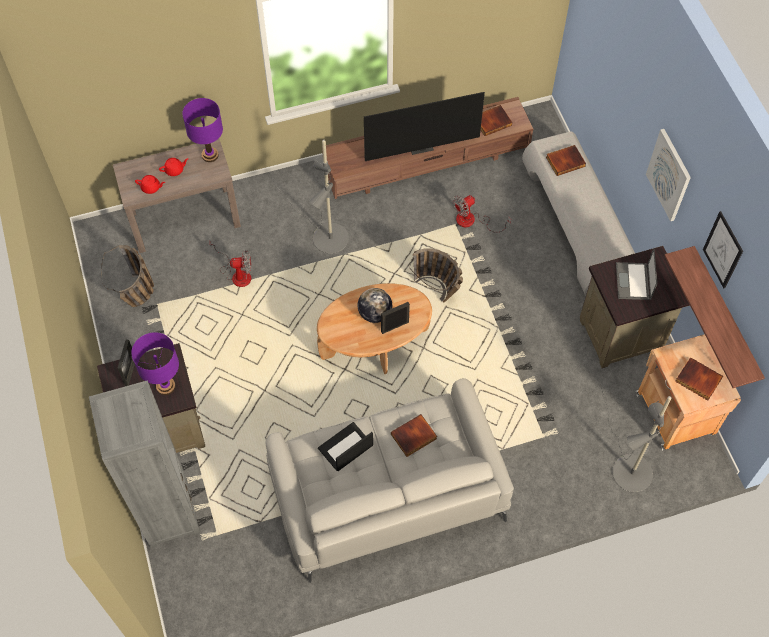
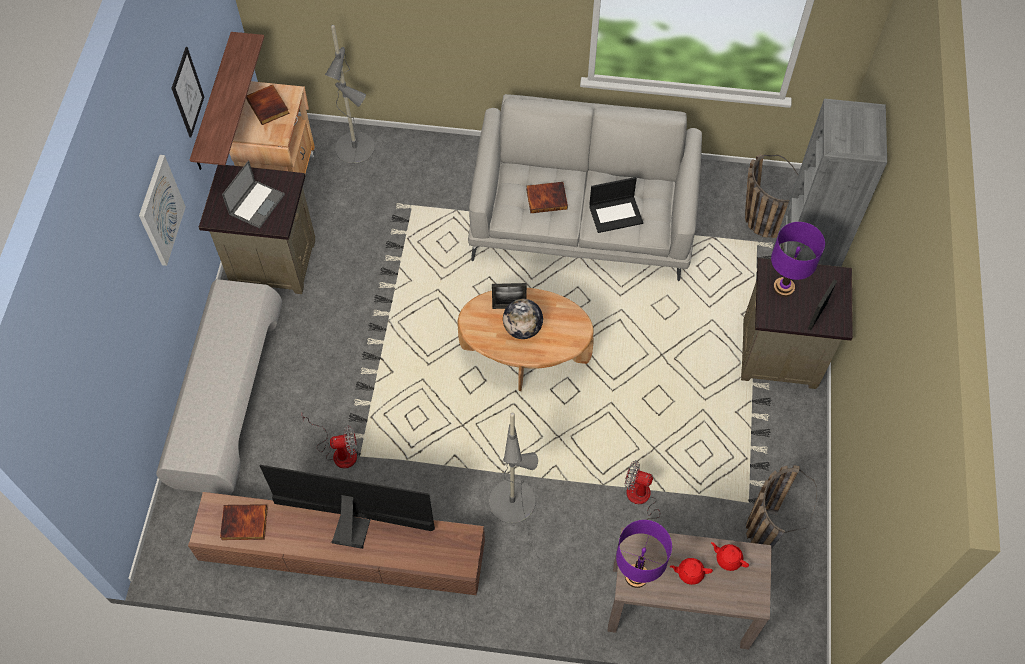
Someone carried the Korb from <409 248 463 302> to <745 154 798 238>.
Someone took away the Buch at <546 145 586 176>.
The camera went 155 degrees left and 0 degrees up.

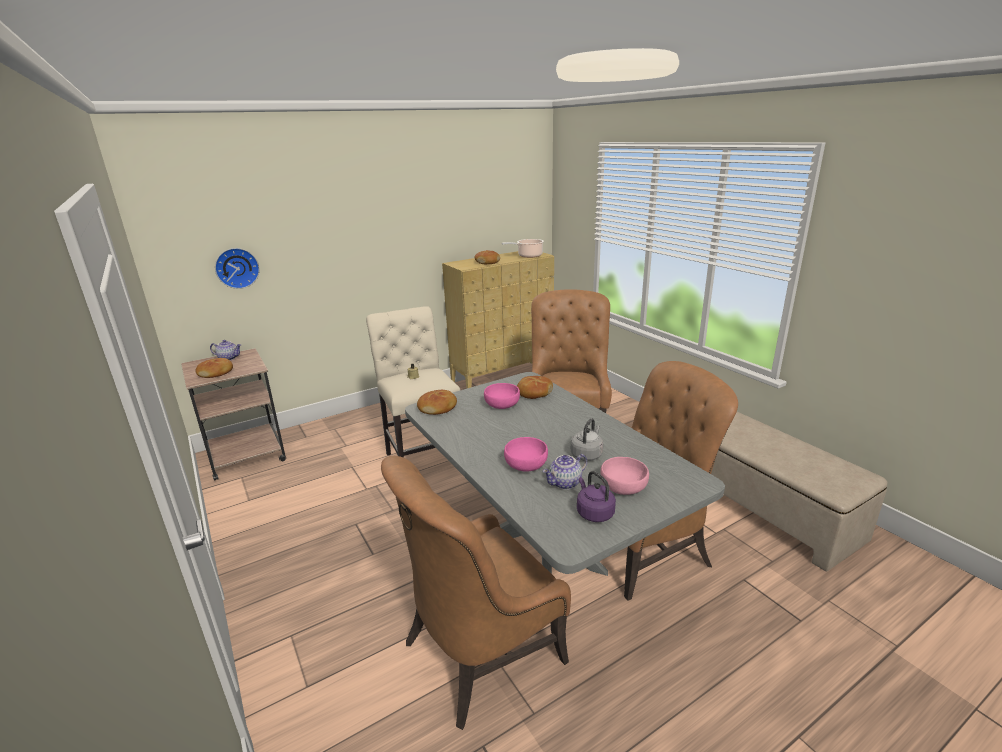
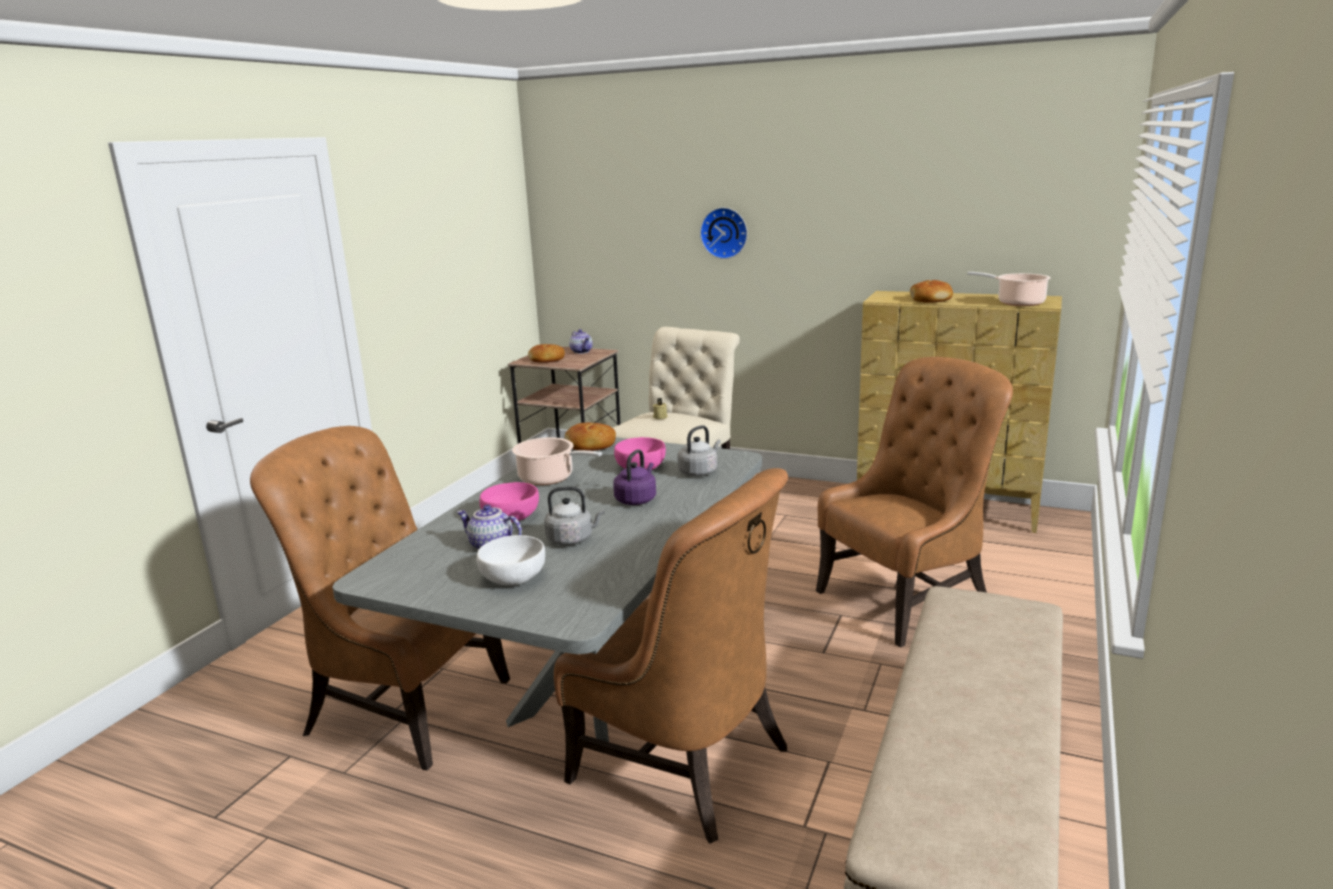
Someone carried the Wanduhr from <215 248 260 289> to <700 207 748 259>.
Someone swapped the Brot at <517 376 553 399> for the Wasserkessel (grau) at <677 425 721 476>.
Someone carried the Wasserkessel (lila) from <577 471 616 522> to <613 449 656 505>.
Someone repainted the Schüssel (rosa) at <600 457 649 495>, which became the Schüssel (weiß) at <476 535 545 585>.
Someone put down the Kochtopf at <512 437 602 485>.
The camera went 55 degrees right and 5 degrees down.

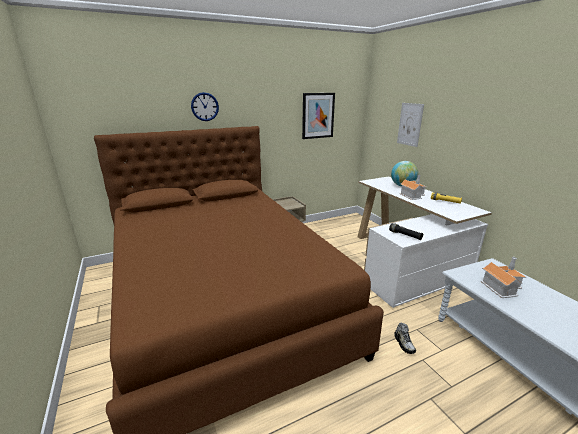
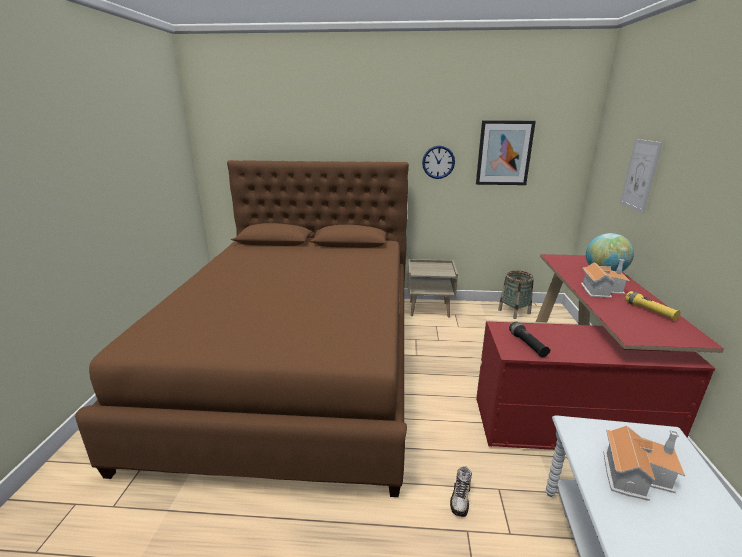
Someone carried the Wanduhr from <191 92 219 121> to <422 145 455 179>.
Someone repainted the Schreibtisch (weiß) at <358 176 492 308>, which became the Schreibtisch (rot) at <476 254 724 450>.
Someone put down the Korb at <498 271 534 319>.
The camera went 30 degrees right and 0 degrees up.

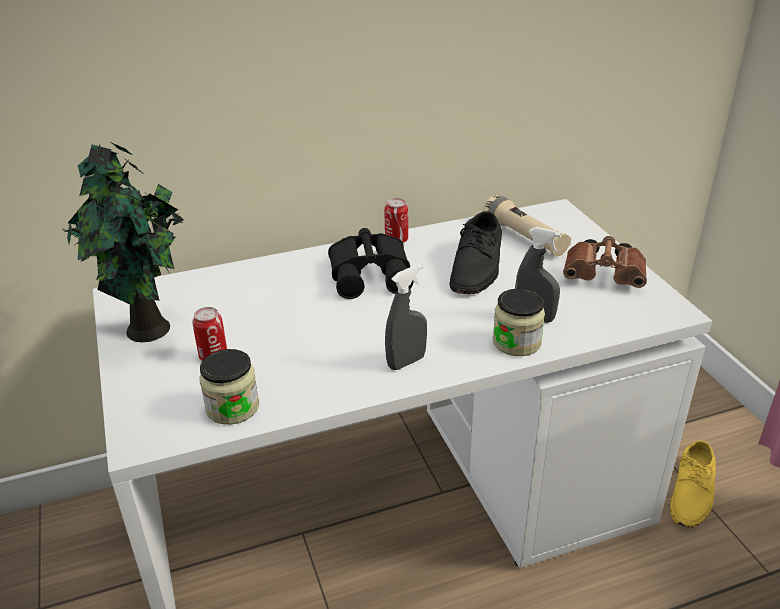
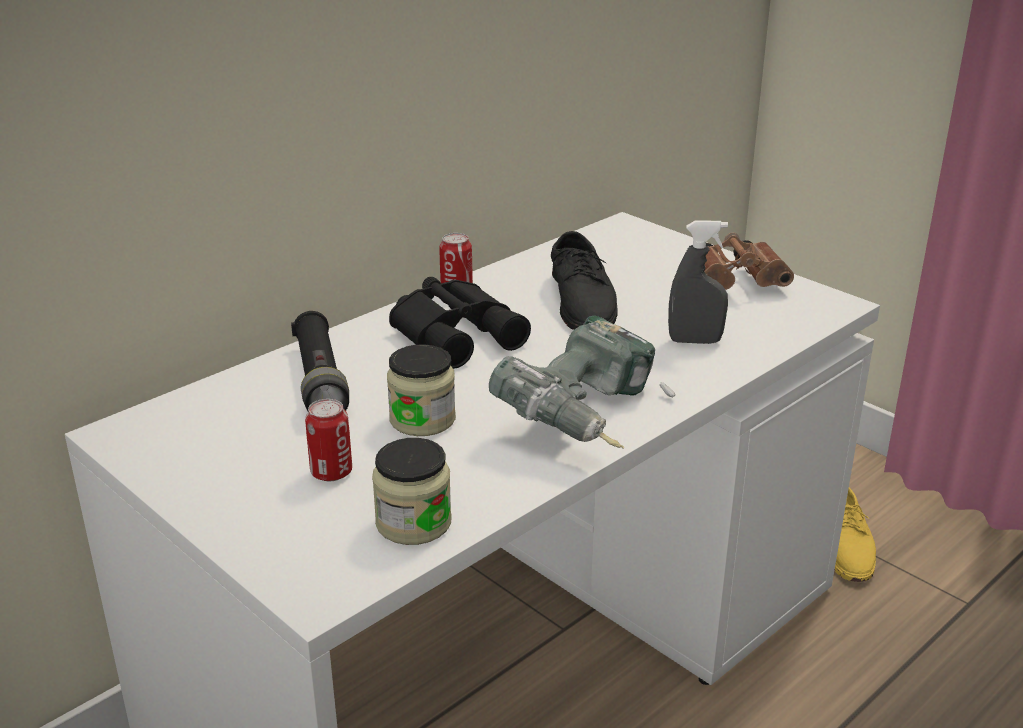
Someone took away the Topfpflanze at <61 143 184 342>.
Someone swapped the Sprühflasche (grau) at <385 264 427 370> for the Bohrmaschine at <489 316 675 449>.
Someone took away the Taschenlampe (beige) at <483 195 572 256>.
Someone carried the Vorratsglas from <493 289 545 356> to <387 344 456 436>.
Someone put down the Taschenlampe (schwarz) at <291 311 349 411>.
The camera went 25 degrees left and 5 degrees down.

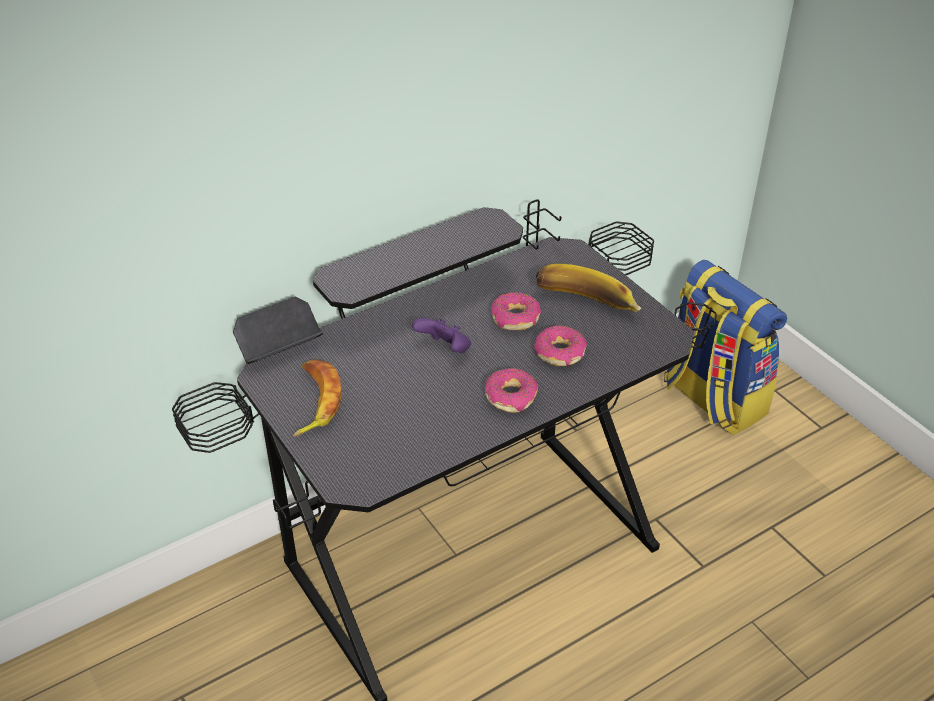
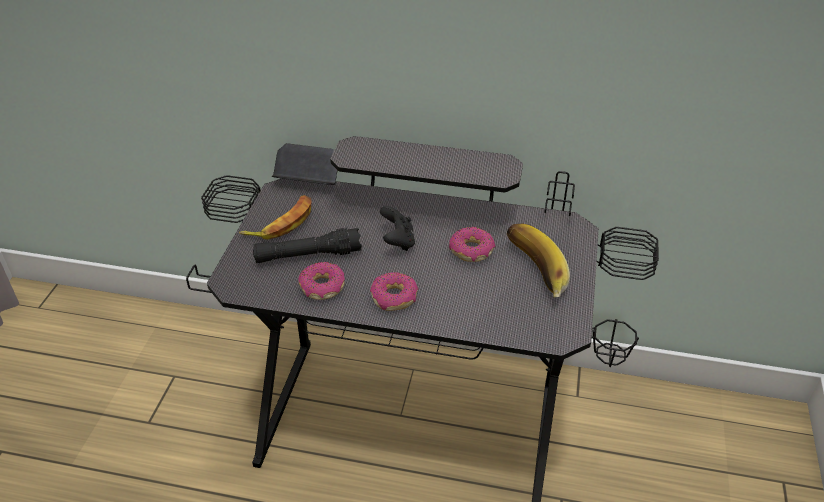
Someone repainted the Gamepad (lila) at <412 318 471 353>, which became the Gamepad (schwarz) at <380 206 415 251>.
Someone carried the Donut from <534 325 587 366> to <298 262 345 300>.
Someone took away the Rucksack at <664 260 787 435>.
Someone put down the Taschenlampe (schwarz) at <253 228 362 263>.
The camera went 45 degrees right and 0 degrees up.

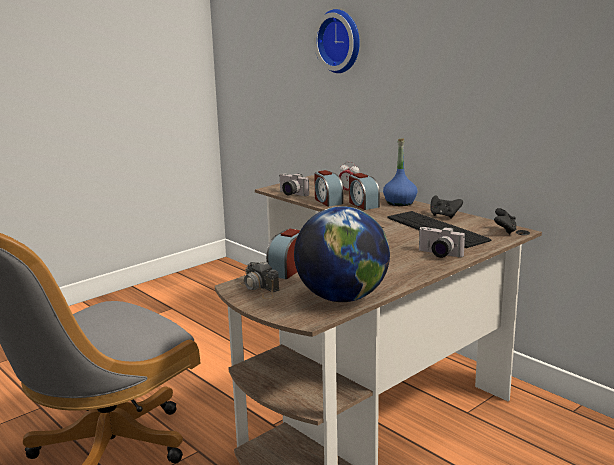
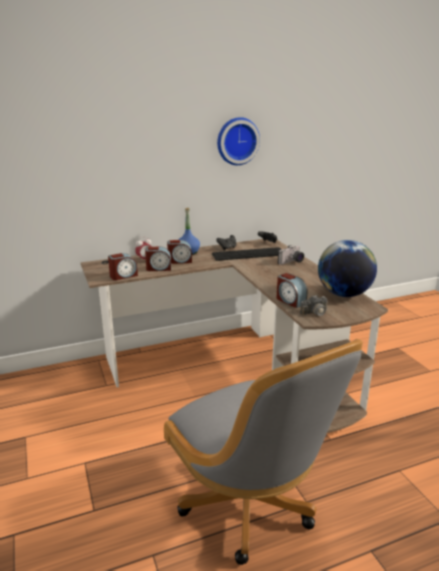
Someone swapped the Kamera at <280 173 309 196> for the Wecker at <108 253 138 280>.
Someone carried the Wanduhr from <314 9 360 73> to <217 117 260 165>.
The camera went 70 degrees left and 5 degrees up.

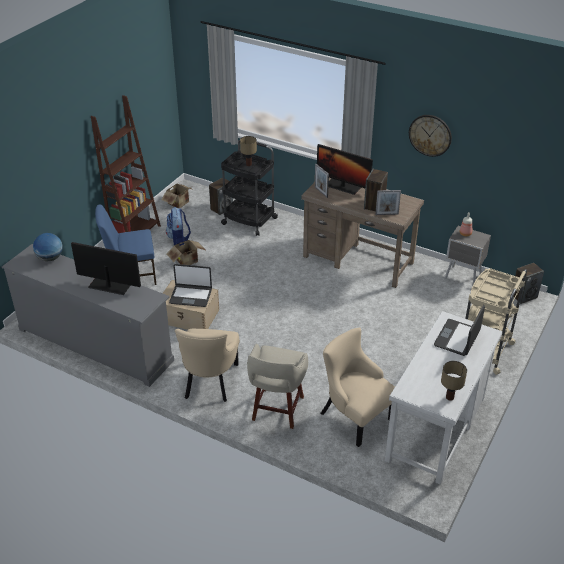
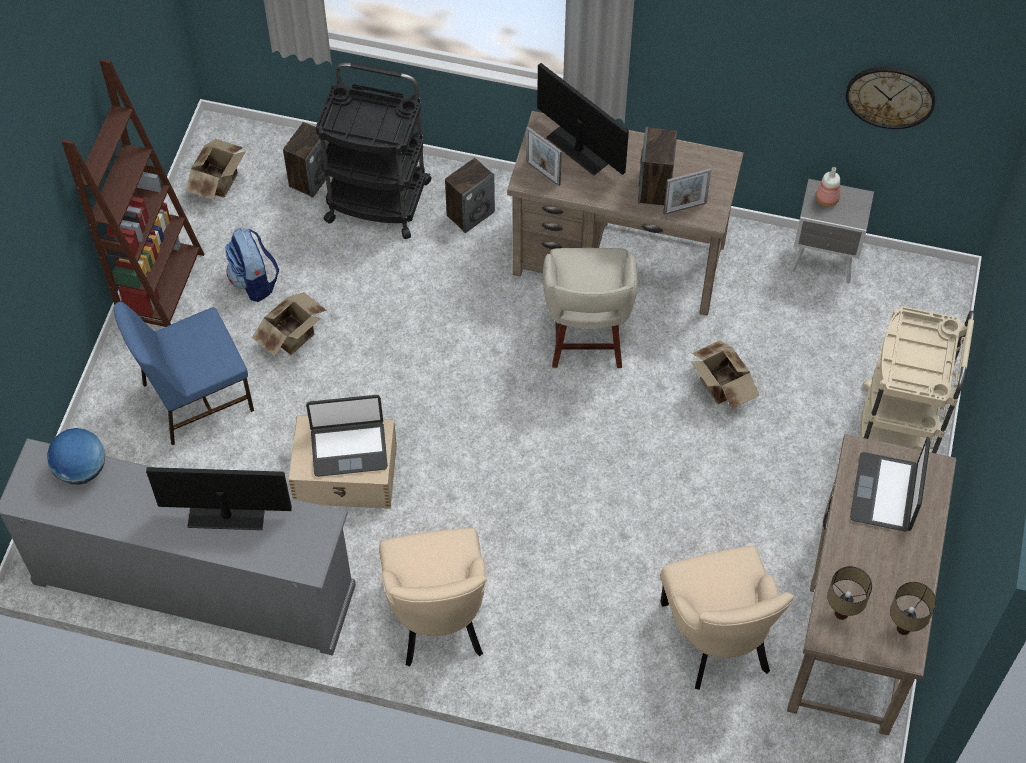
Someone carried the Tischlampe from <240 136 257 166> to <827 566 872 620>.
Someone carried the Hocker (beige) from <247 344 308 429> to <543 248 638 368>.
Someone rotated the Monitor at <317 144 373 195> by 150 degrees counterclockwise.
Someone rotated the Stuhl (beige) at <320 327 395 447> by 135 degrees counterclockwise.
Someone repainted the Schreibtisch (weiß) at <385 311 502 485>, which became the Schreibtisch (braun) at <787 434 956 735>.
Someone carried the Wanduhr from <409 115 452 157> to <846 67 935 129>.
Someone carried the Lautsprecher from <513 263 544 304> to <445 158 495 233>.
Someone put down the Karton at <690 340 759 409>.
The camera went 15 degrees left and 20 degrees up.

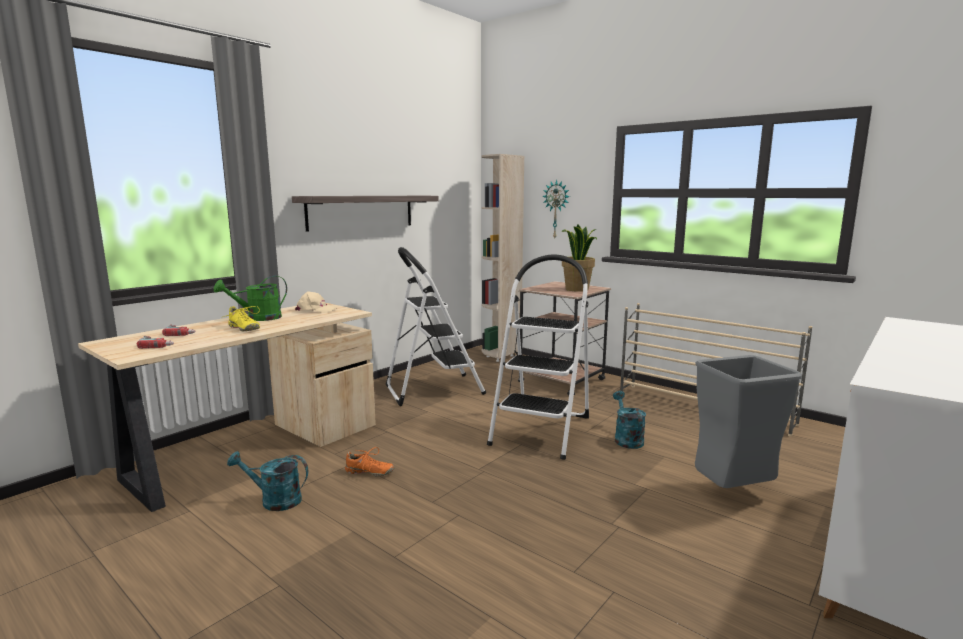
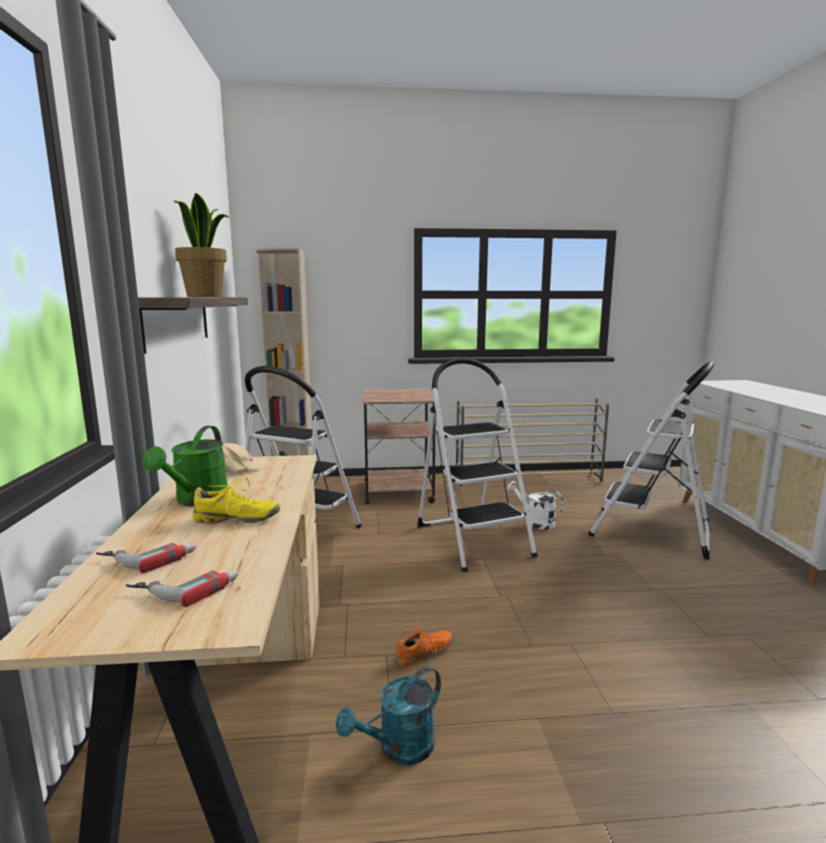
Someone took away the Wanduhr at <542 179 570 239>.
Someone carried the Topfpflanze from <561 225 597 292> to <173 193 229 297>.
Someone repainted the Gießkanne (türkis) at <613 391 646 449>, which became the Gießkanne (weiß) at <507 481 564 530>.
Someone swapped the Mülleimer (grau) at <695 355 802 488> for the Trittleiter at <588 361 714 560>.
The camera went 45 degrees left and 0 degrees up.

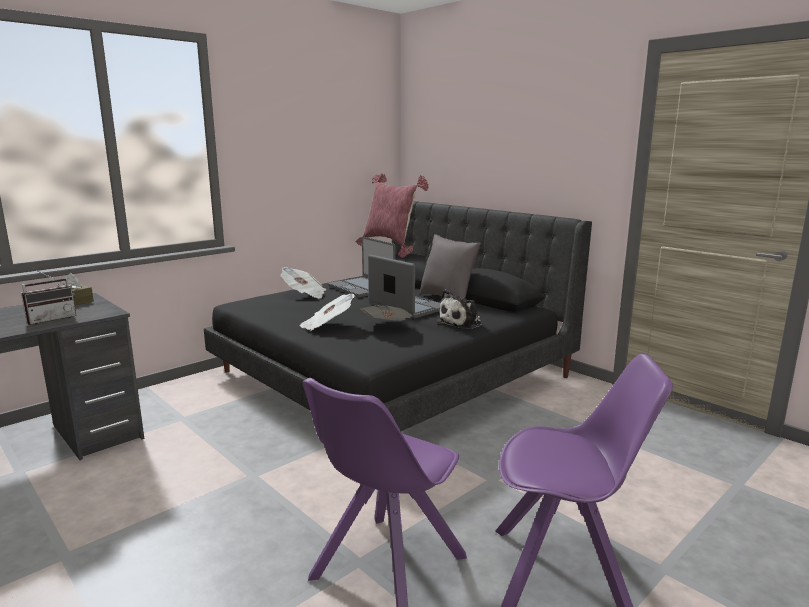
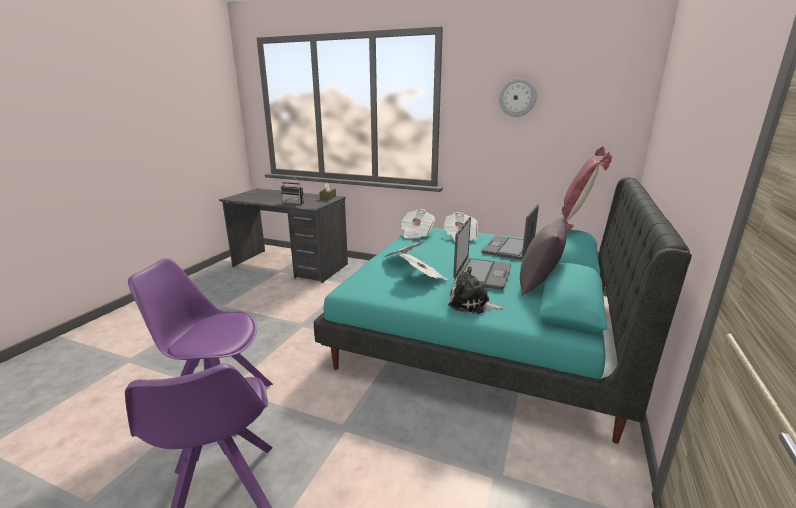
Someone repainted the Bett (schwarz) at <204 201 592 431>, which became the Bett (türkis) at <314 177 692 444>.
Someone put down the Zeitung at <401 209 435 239>.
Someone put up the Wanduhr at <499 78 537 117>.
The camera went 65 degrees right and 5 degrees up.

